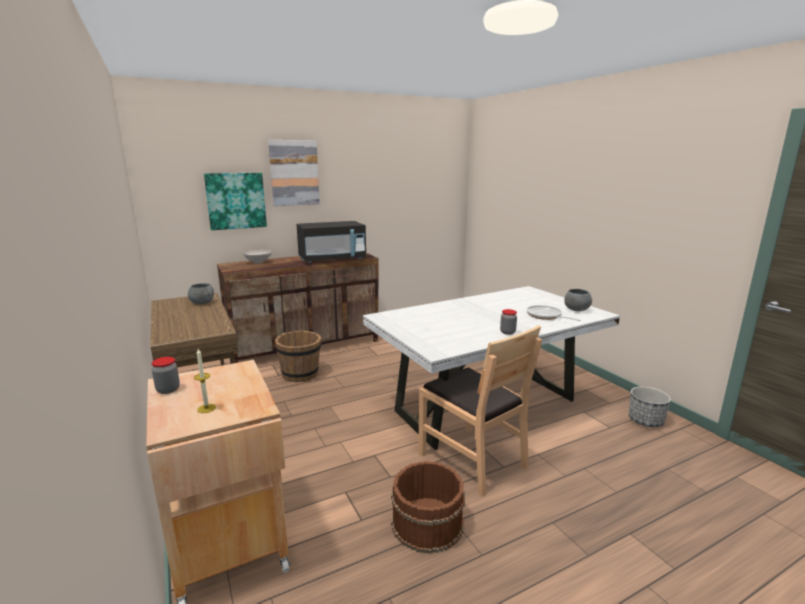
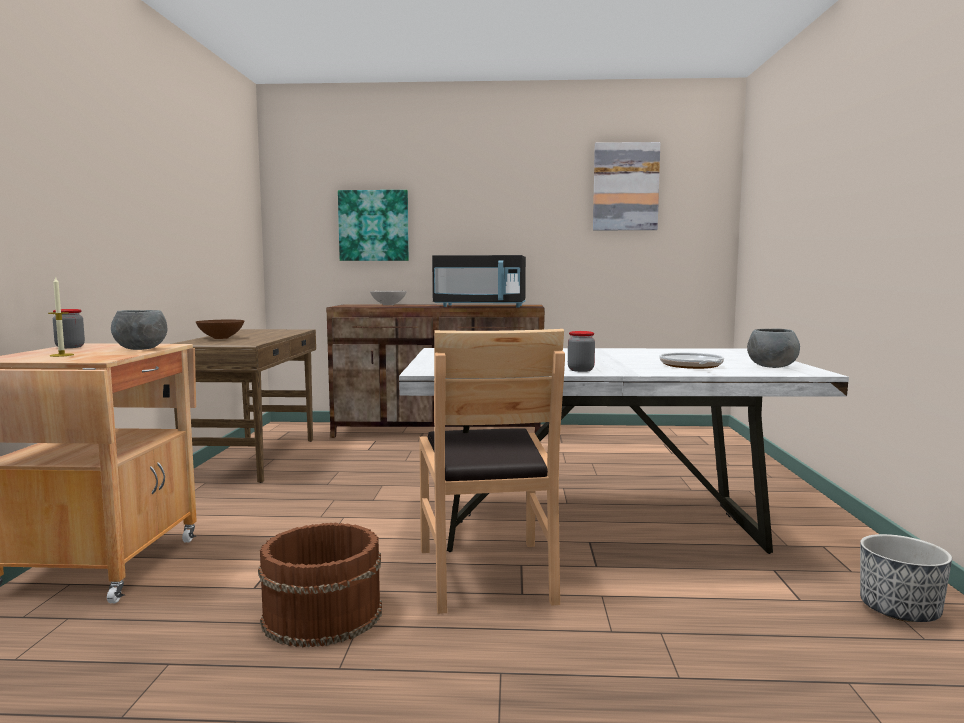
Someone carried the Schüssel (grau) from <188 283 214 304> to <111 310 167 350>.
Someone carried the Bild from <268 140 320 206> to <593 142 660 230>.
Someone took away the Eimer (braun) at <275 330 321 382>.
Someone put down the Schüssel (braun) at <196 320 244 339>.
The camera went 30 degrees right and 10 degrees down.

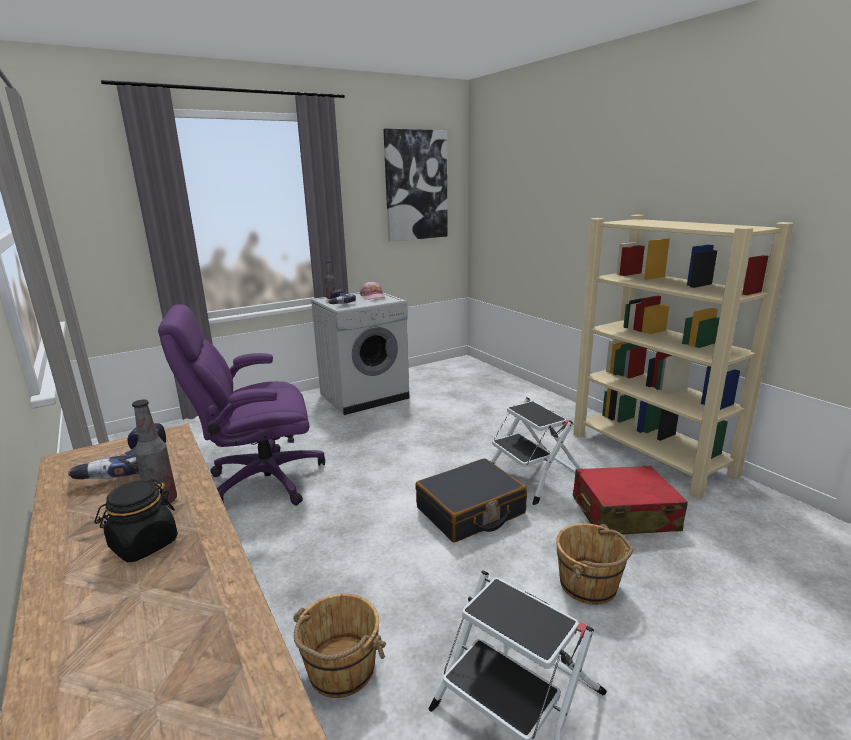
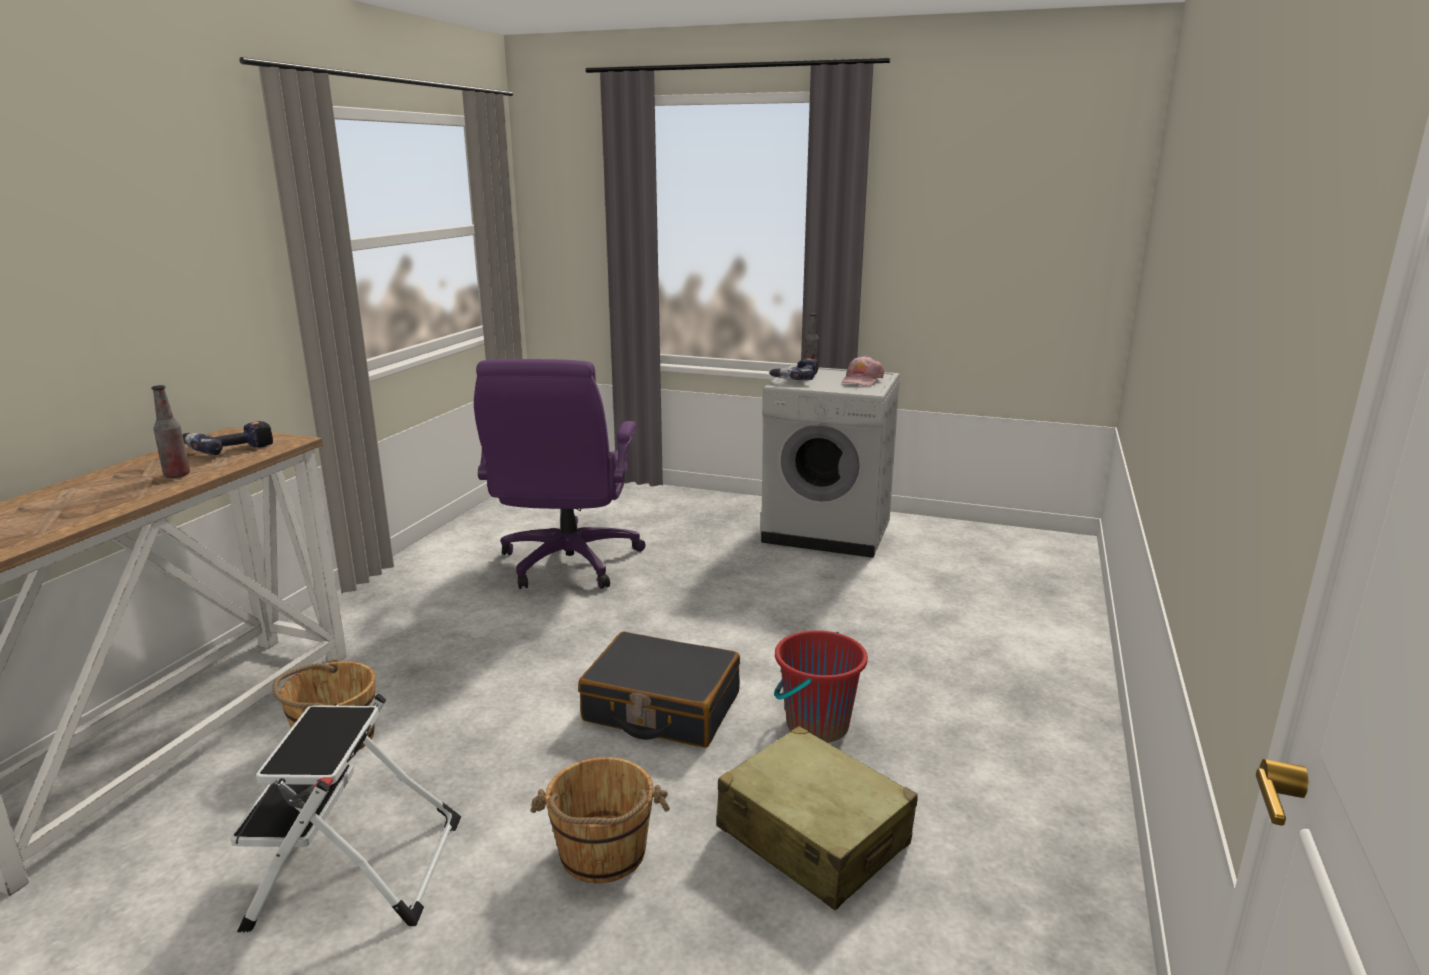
Someone took away the Vorratsglas (schwarz) at <94 479 178 562>.
Someone rotated the Bürostuhl (lila) at <158 304 325 506> by 120 degrees counterclockwise.
Someone took away the Bild at <383 129 448 242>.
Someone swapped the Trittleiter at <490 397 581 505> for the Eimer (rot) at <774 630 868 743>.
Someone took away the Bücherregal (beige) at <573 215 794 498>.
Someone repainted the Koffer (rot) at <573 466 688 535>, which became the Koffer (beige) at <716 726 918 911>.
The camera went 50 degrees right and 0 degrees up.

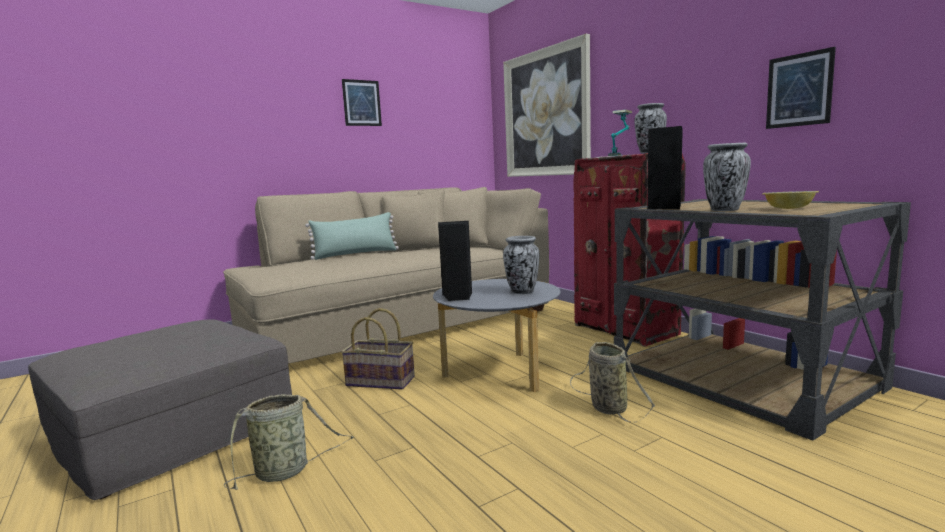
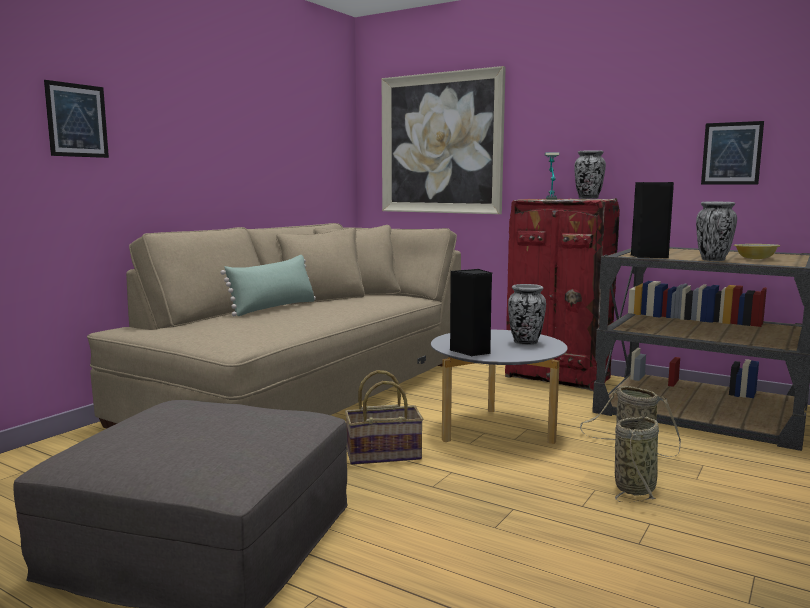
Someone carried the Korb from <224 394 354 490> to <615 416 659 502>.
Someone carried the Bild from <342 79 382 126> to <44 80 109 158>.
The camera went 25 degrees left and 0 degrees up.

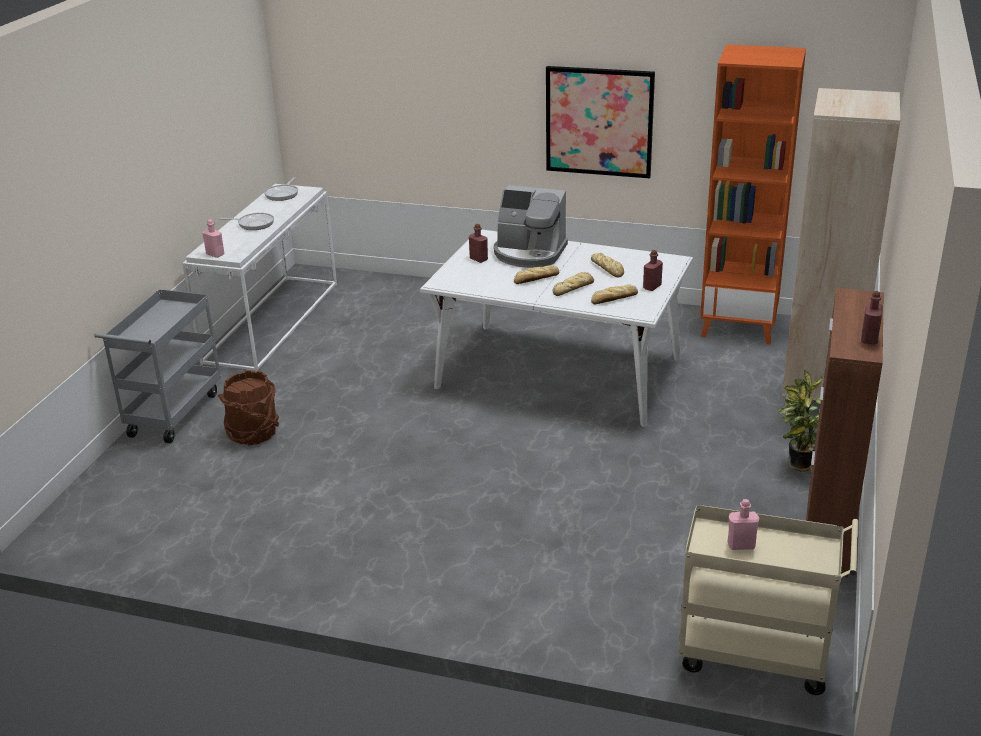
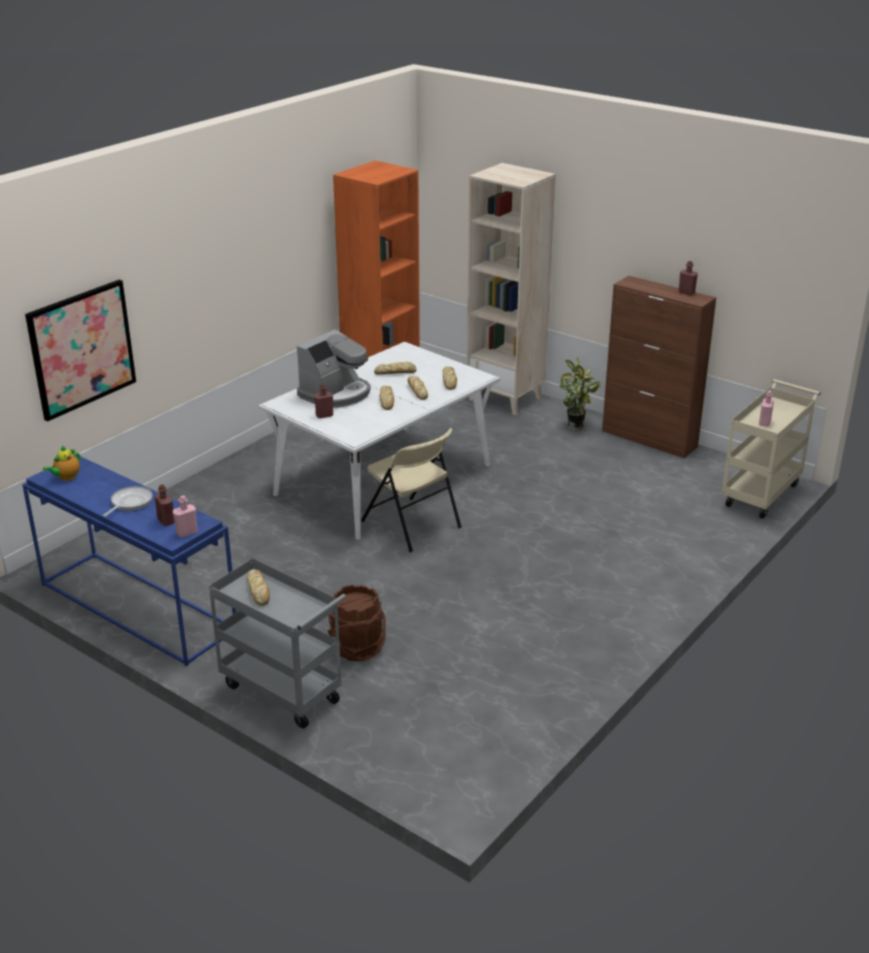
Someone repainted the Konsolentisch (weiß) at <182 184 337 372>, which became the Konsolentisch (blau) at <22 455 236 666>.
Someone swapped the Pfanne at <264 177 298 201> for the Teekanne at <43 446 80 481>.
Someone carried the Bild from <546 66 655 178> to <25 280 136 422>.
Someone carried the Flasche (rot) from <643 250 663 291> to <154 484 175 526>.
Someone put down the Brot at <247 570 270 606>.
Someone put down the Stuhl (beige) at <361 428 462 552>.
The camera went 70 degrees left and 0 degrees up.

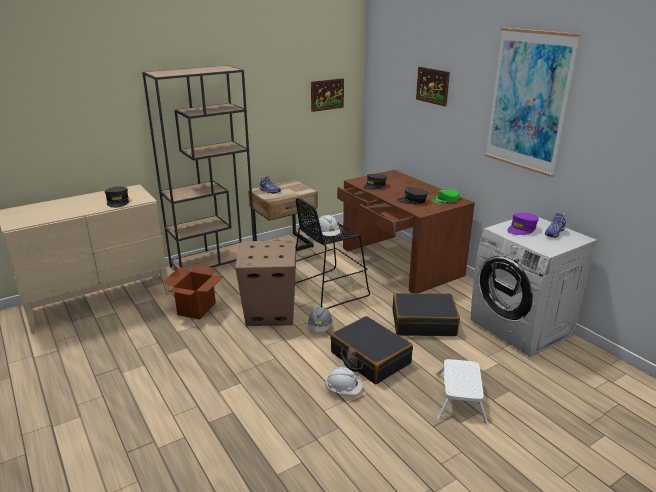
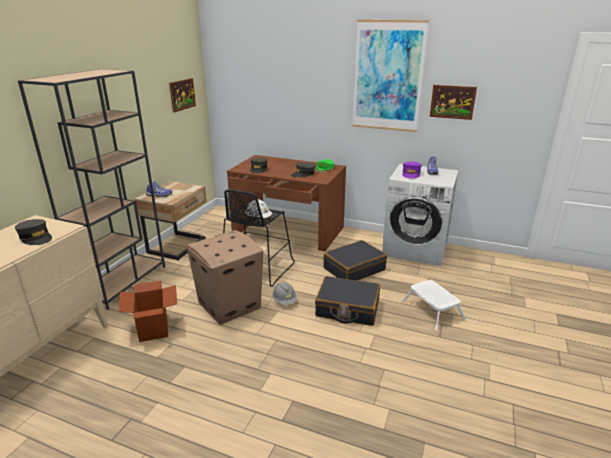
Someone took away the Schutzhelm (weiß) at <325 367 363 395>.
Someone carried the Bild from <416 67 450 107> to <430 85 477 120>.
The camera went 35 degrees left and 0 degrees up.

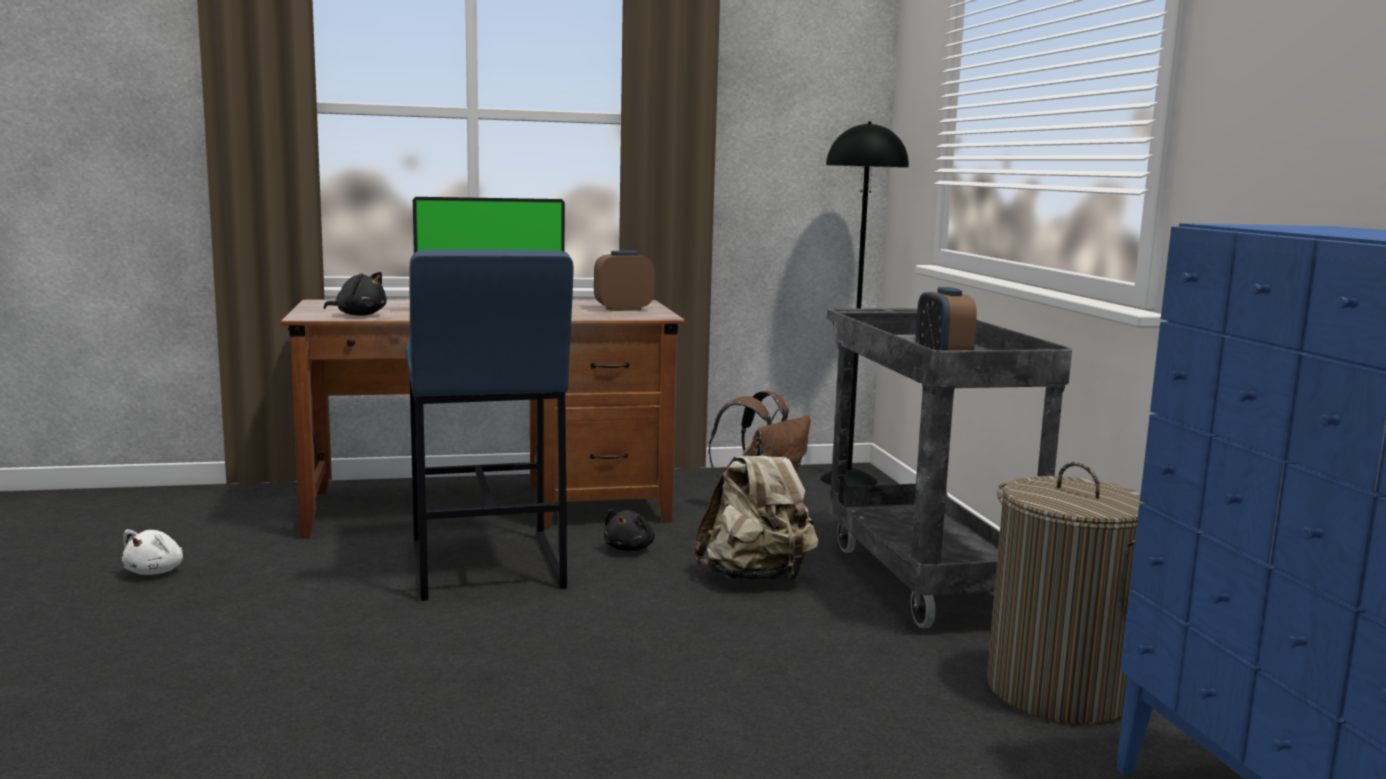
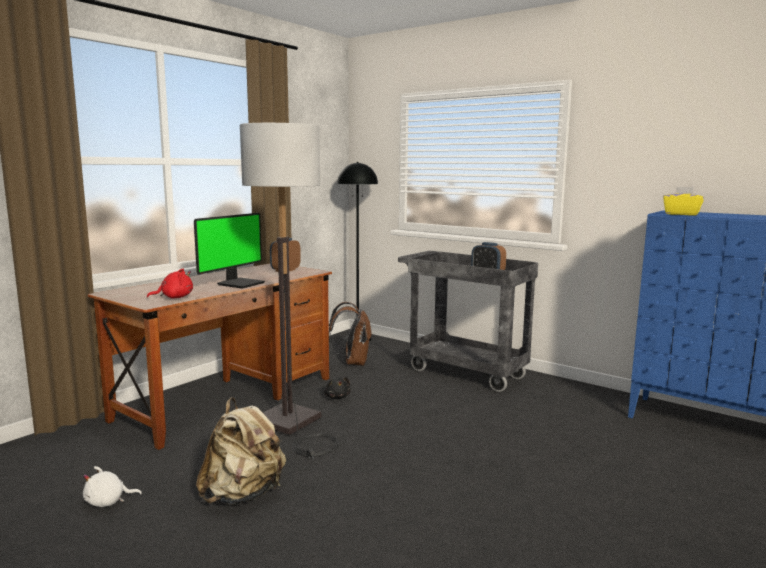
Someone rotated the Plüschtier (weiß) at <122 529 183 575> by 105 degrees clockwise.
Someone repainted the Plüschtier (schwarz) at <324 272 387 316>, which became the Plüschtier (rot) at <147 268 193 298>.
Someone swapped the Hocker (blau) at <406 249 574 601> for the Stehlampe at <240 123 340 460>.
Someone carried the Rucksack (beige) from <694 438 819 581> to <196 397 286 505>.
Someone took away the Wäschekorb at <987 462 1144 724>.
Someone put down the Taschentuchbox (gelb) at <663 187 704 216>.
The camera went 40 degrees left and 0 degrees up.

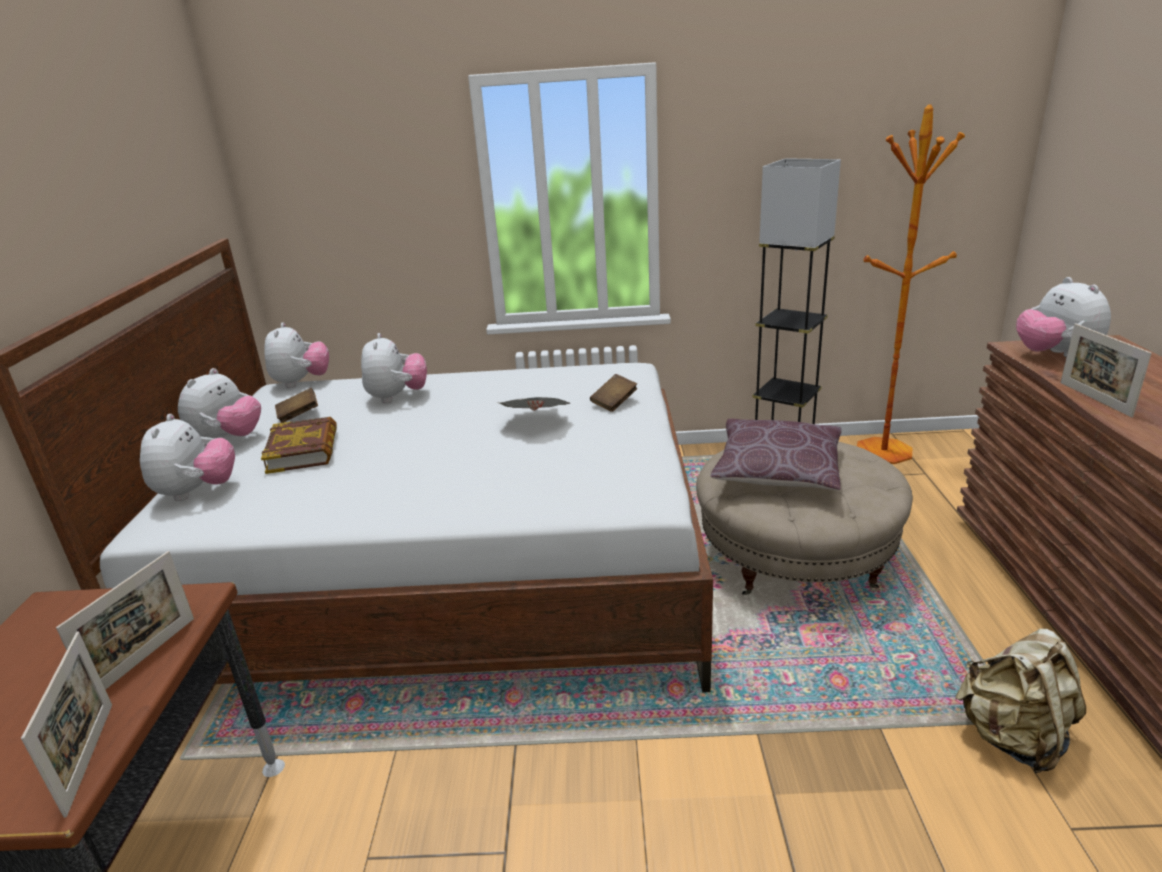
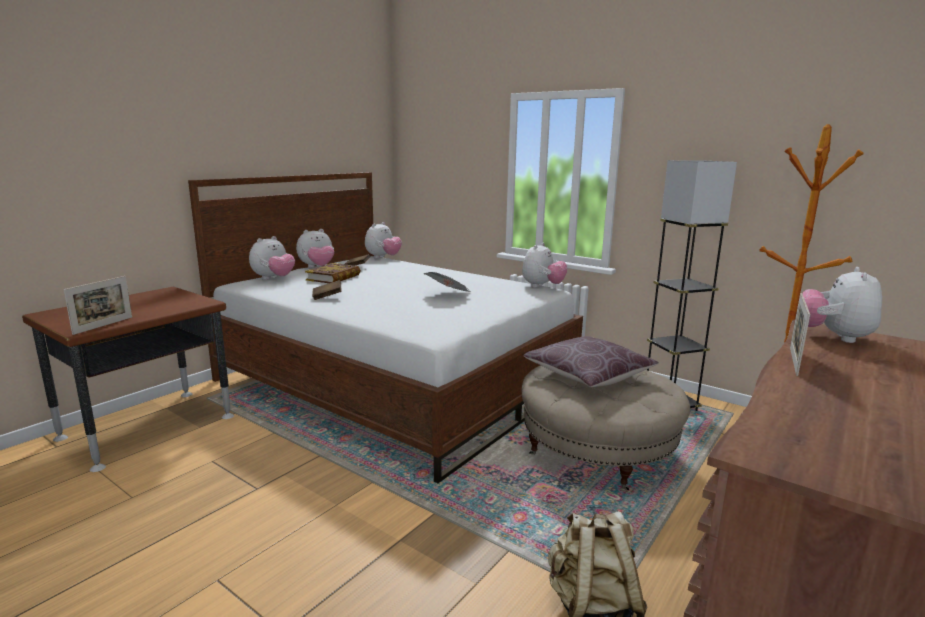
Someone took away the Bilderrahmen at <56 551 194 690>.
Someone carried the Plüschtier from <361 333 427 403> to <522 243 567 288>.
Someone carried the Buch (braun) from <590 374 637 412> to <312 280 341 300>.
The camera went 35 degrees right and 10 degrees down.

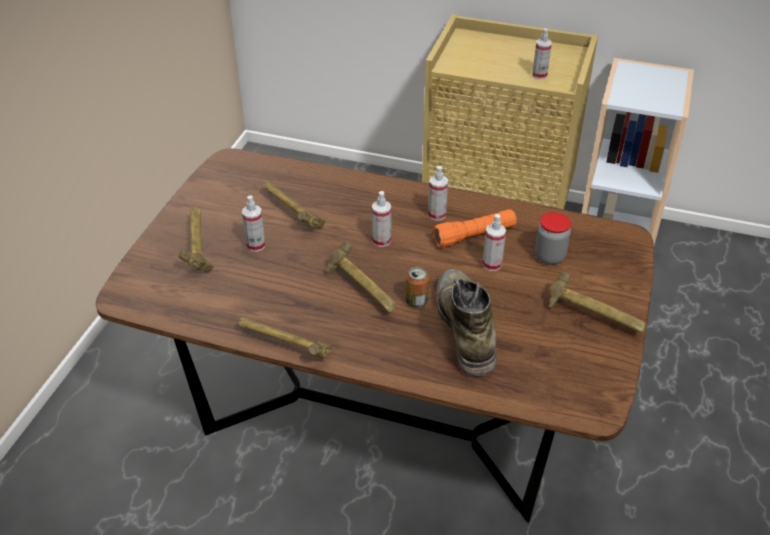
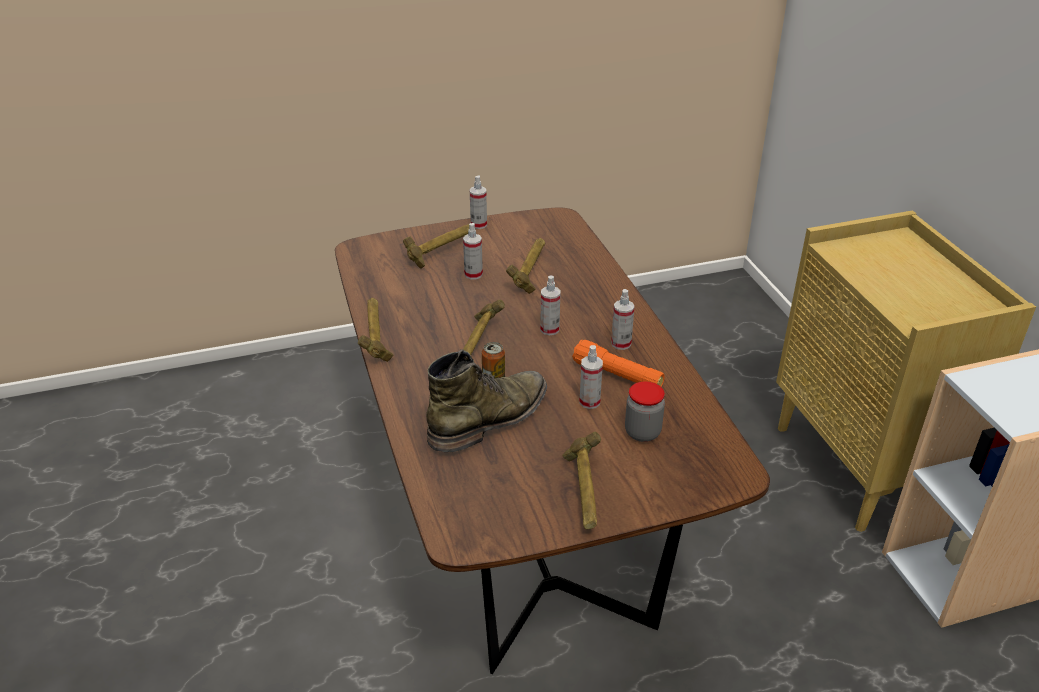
Someone carried the Sprühflasche from <532 28 552 79> to <470 176 487 229>.
The camera went 55 degrees right and 5 degrees down.

